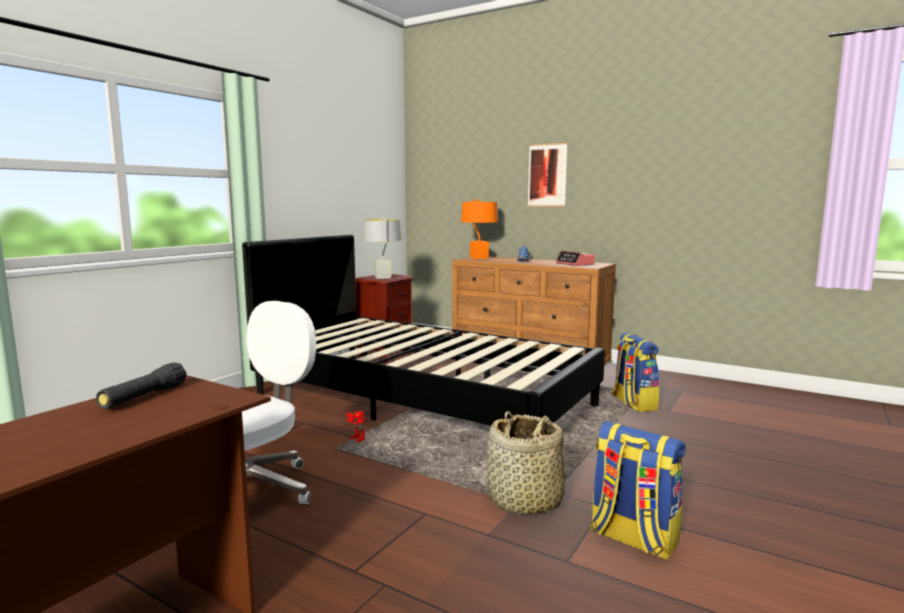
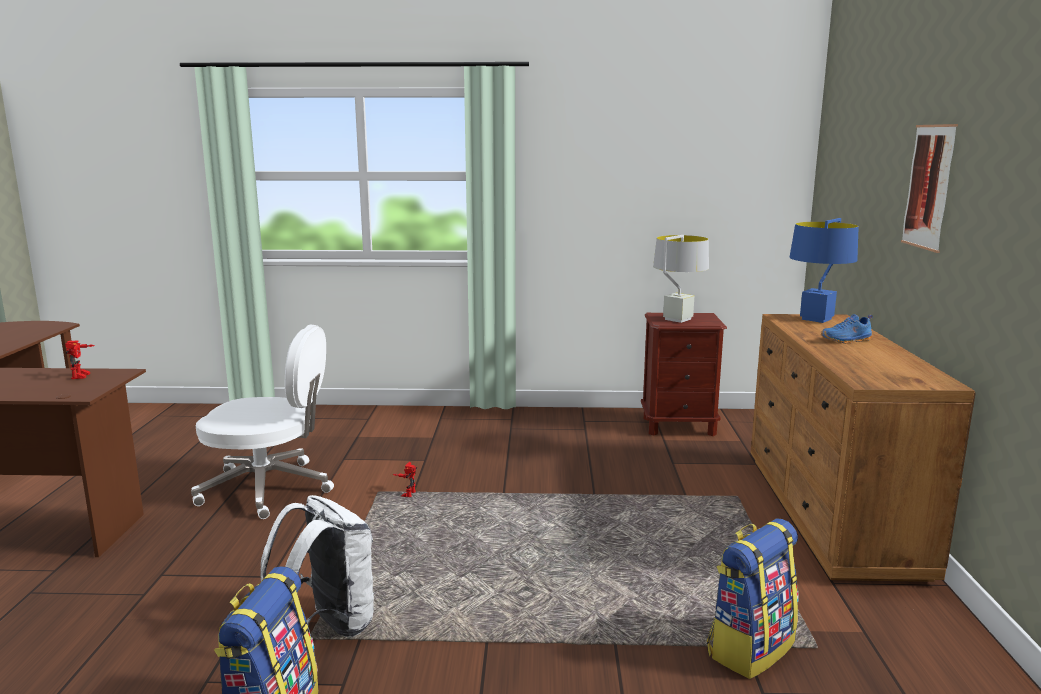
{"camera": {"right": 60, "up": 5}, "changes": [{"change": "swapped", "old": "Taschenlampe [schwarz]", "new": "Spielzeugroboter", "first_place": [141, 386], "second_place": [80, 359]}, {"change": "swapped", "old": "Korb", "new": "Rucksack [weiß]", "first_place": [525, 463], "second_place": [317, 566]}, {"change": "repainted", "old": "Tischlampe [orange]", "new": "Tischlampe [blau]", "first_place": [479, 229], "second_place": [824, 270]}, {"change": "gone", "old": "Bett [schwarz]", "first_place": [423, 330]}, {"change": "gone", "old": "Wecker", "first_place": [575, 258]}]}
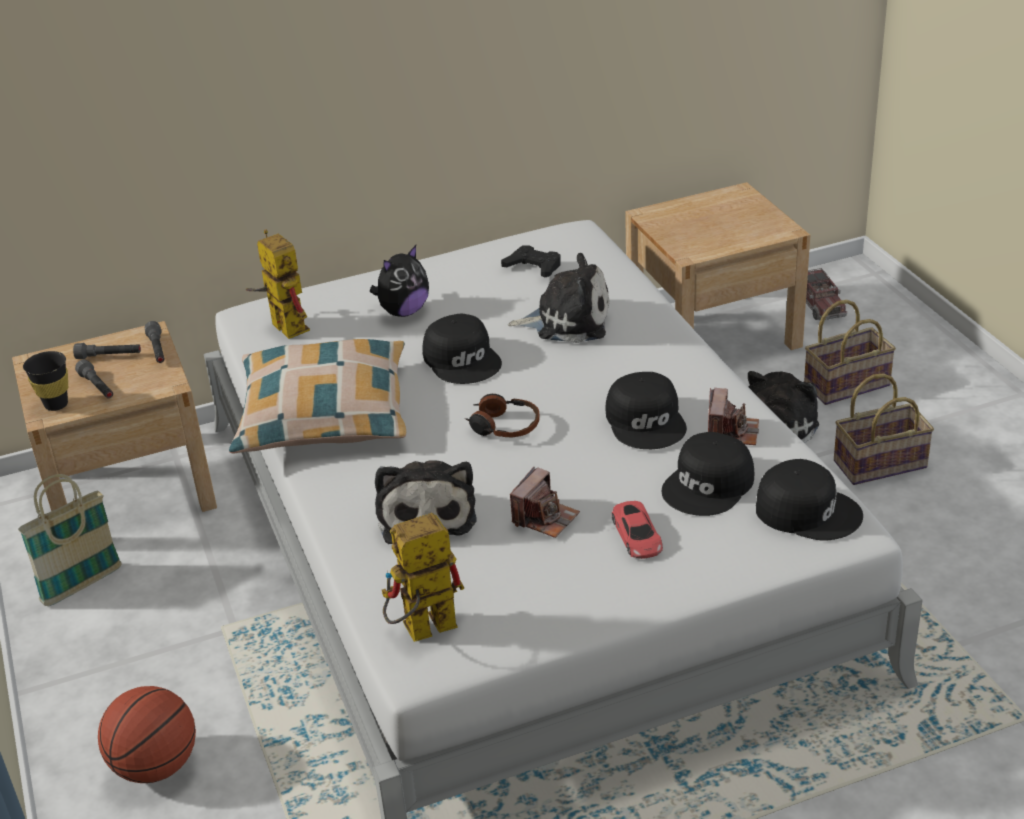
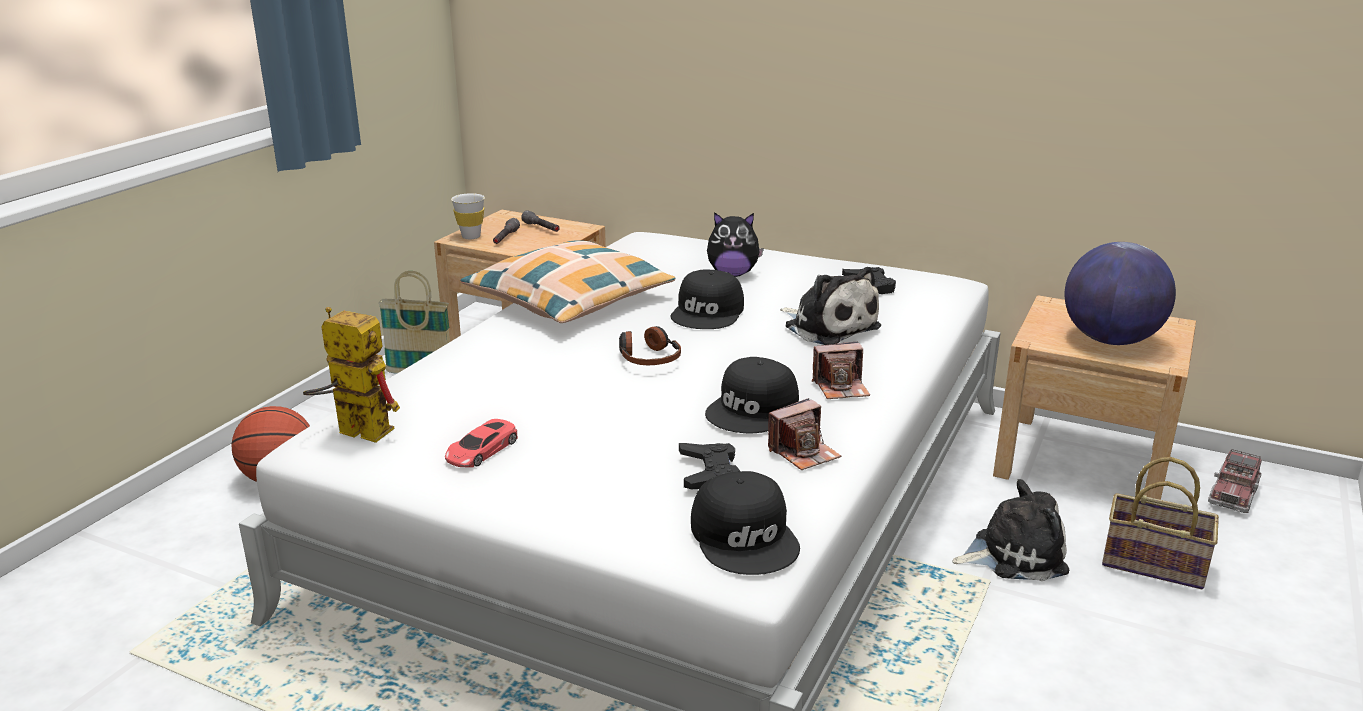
{"camera": {"right": 45, "up": -10}, "changes": [{"change": "shifted", "old": "Spielzeugauto [rot]", "first_place": [637, 530], "second_place": [481, 443]}, {"change": "repainted", "old": "Tasse [schwarz]", "new": "Tasse [weiß]", "first_place": [45, 381], "second_place": [468, 216]}, {"change": "swapped", "old": "Kappe [schwarz]", "new": "Gamepad [schwarz]", "first_place": [708, 474], "second_place": [709, 466]}, {"change": "shifted", "old": "Kamera", "first_place": [545, 502], "second_place": [841, 370]}, {"change": "new", "new": "Globus", "second_place": [1120, 293]}, {"change": "gone", "old": "Taschenlampe [grau]", "first_place": [155, 342]}, {"change": "gone", "old": "Spielzeugroboter", "first_place": [278, 284]}, {"change": "gone", "old": "Plüschtier", "first_place": [425, 502]}, {"change": "gone", "old": "Korb", "first_place": [884, 429]}]}
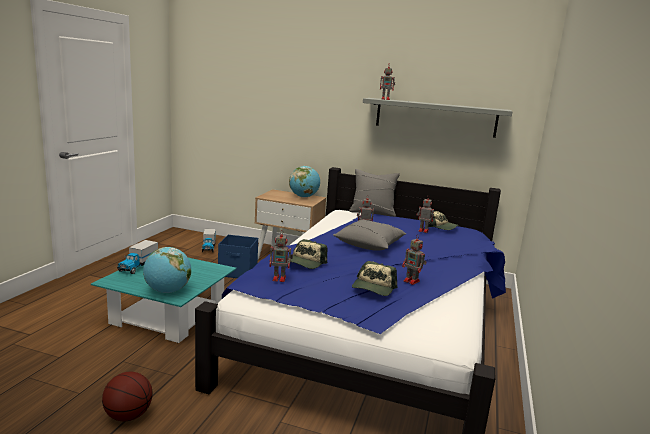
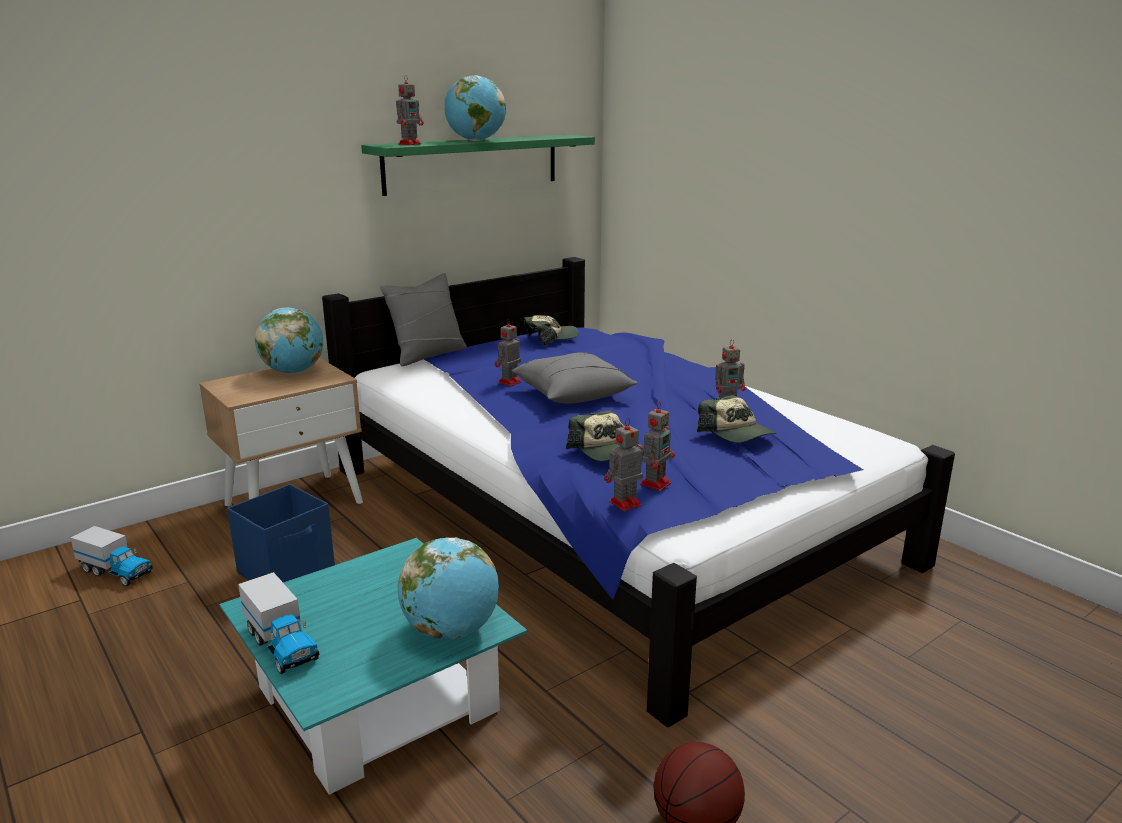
{"camera": {"right": -55, "up": 5}, "changes": [{"change": "repainted", "old": "Wandregal [grau]", "new": "Wandregal [grün]", "first_place": [438, 118], "second_place": [478, 165]}, {"change": "new", "new": "Globus", "second_place": [475, 108]}, {"change": "shifted", "old": "Spielzeugroboter", "first_place": [425, 214], "second_place": [623, 464]}]}
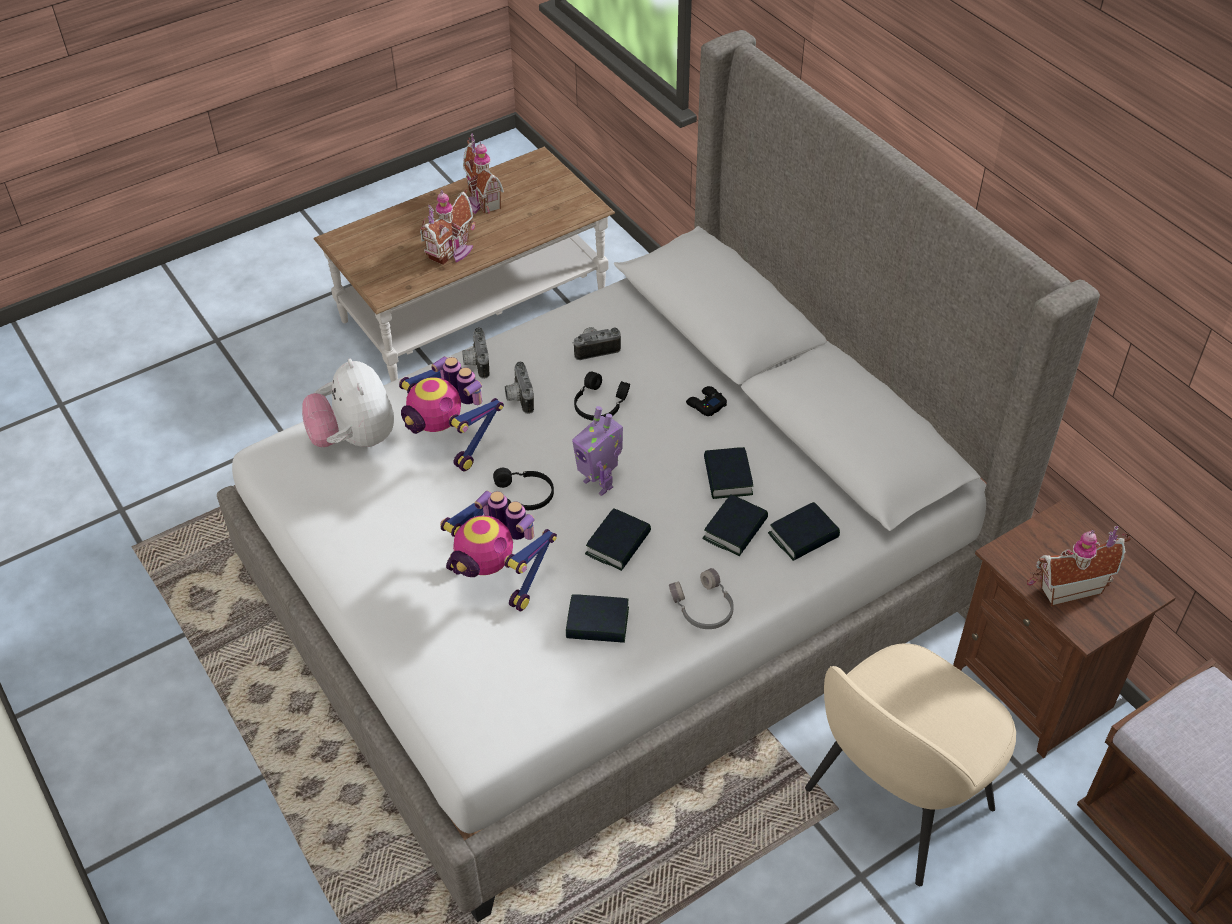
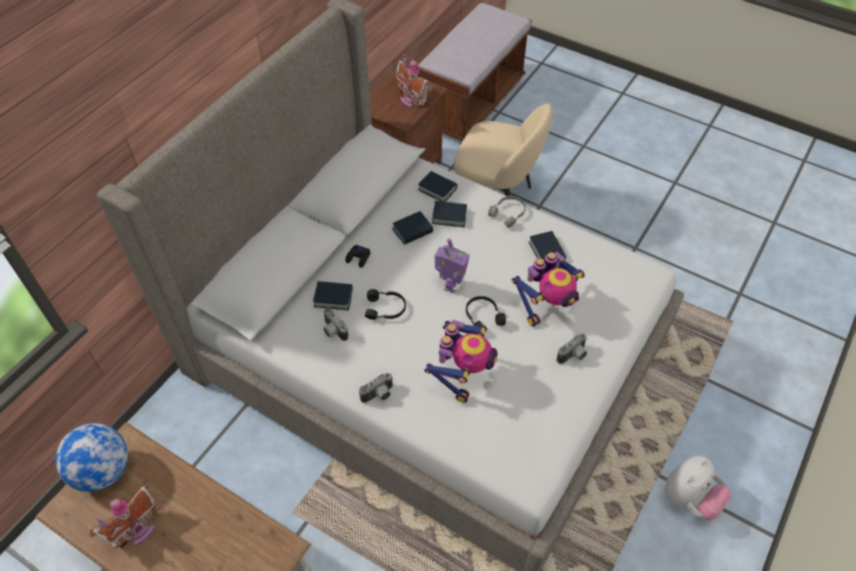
{"camera": {"right": -115, "up": 5}, "changes": [{"change": "new", "new": "Globus", "second_place": [91, 457]}, {"change": "shifted", "old": "Buch", "first_place": [618, 539], "second_place": [333, 295]}, {"change": "rotated", "old": "Spielzeugroboter", "first_place": [498, 551], "second_place": [548, 289], "degrees": 45}, {"change": "shifted", "old": "Kamera", "first_place": [519, 388], "second_place": [572, 349]}, {"change": "shifted", "old": "Plüschtier", "first_place": [348, 403], "second_place": [698, 488]}, {"change": "gone", "old": "Spielzeughaus", "first_place": [447, 227]}]}
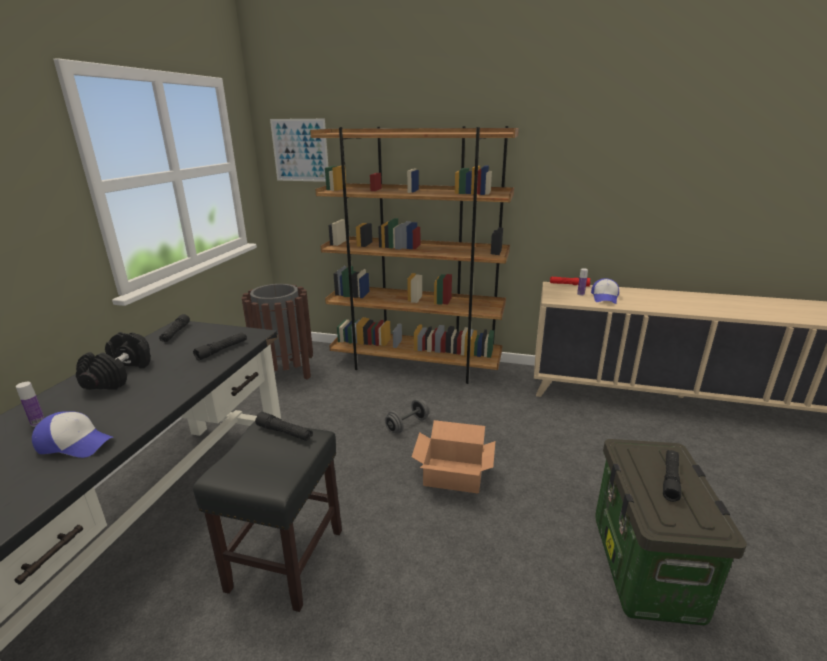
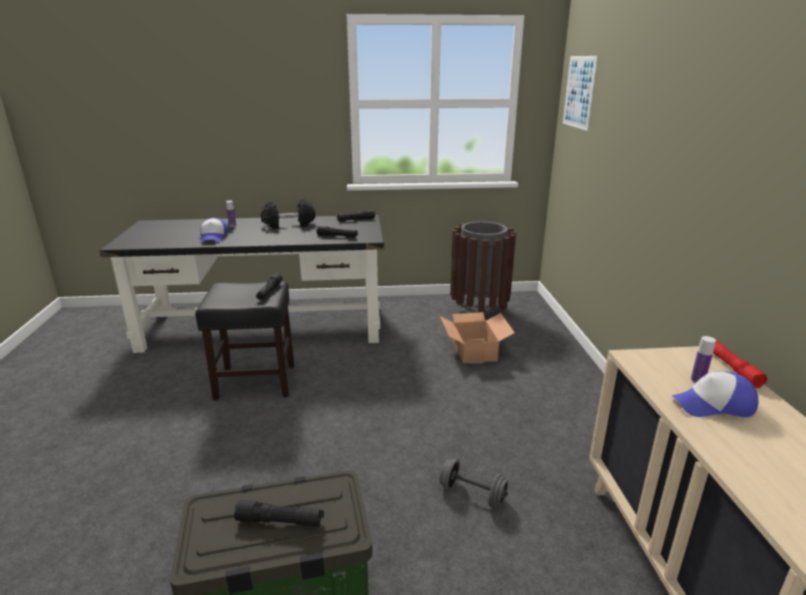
{"camera": {"right": 70, "up": 0}, "changes": [{"change": "shifted", "old": "Hantel [grau]", "first_place": [407, 416], "second_place": [473, 483]}, {"change": "shifted", "old": "Karton", "first_place": [453, 457], "second_place": [477, 337]}, {"change": "gone", "old": "Bücherregal [braun]", "first_place": [414, 255]}]}
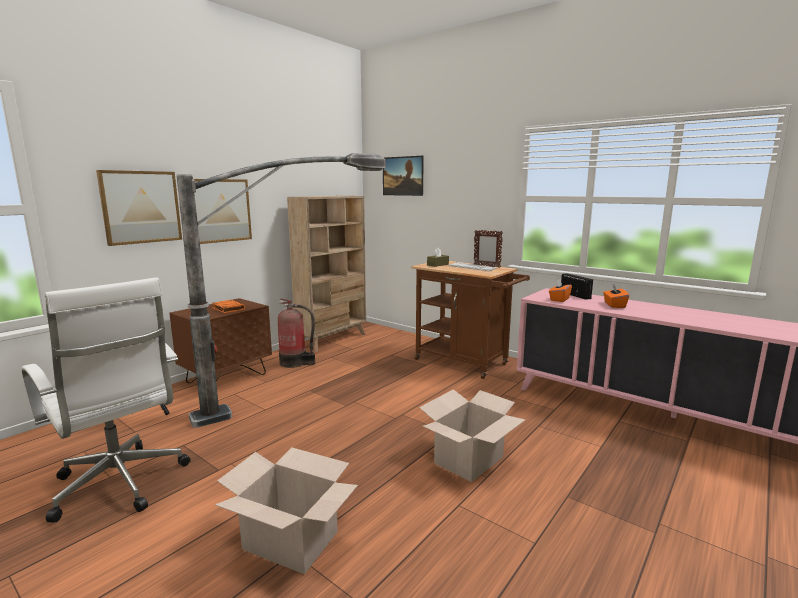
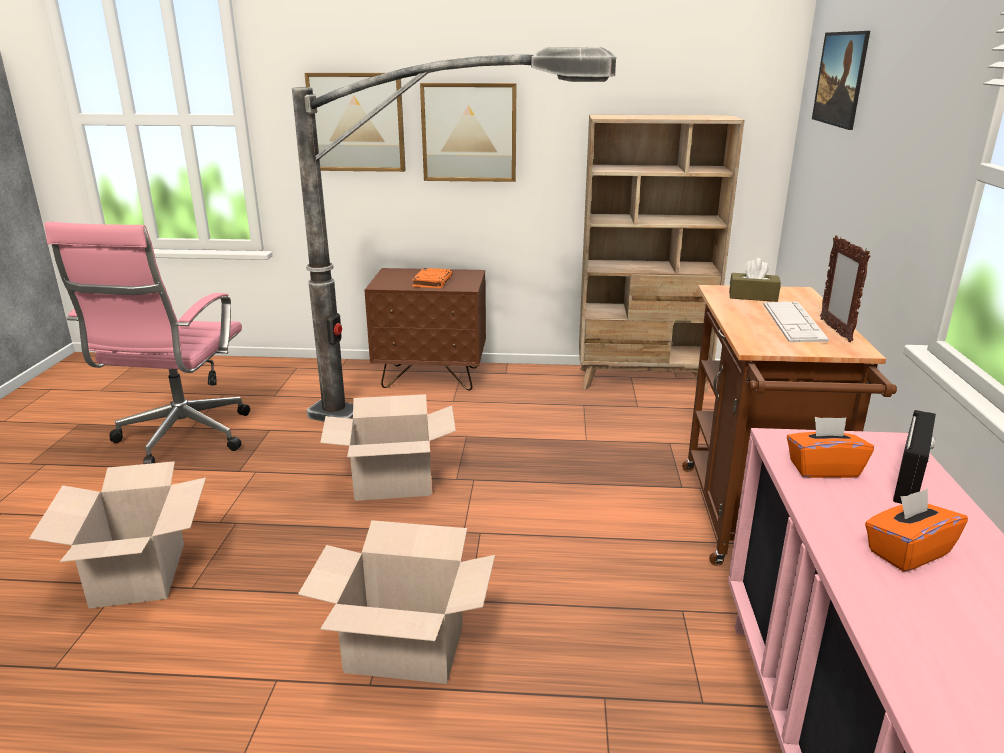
{"camera": {"right": 55, "up": 10}, "changes": [{"change": "repainted", "old": "Bürostuhl [weiß]", "new": "Bürostuhl [rosa]", "first_place": [105, 400], "second_place": [147, 343]}, {"change": "new", "new": "Karton", "second_place": [388, 447]}, {"change": "gone", "old": "Feuerlöscher", "first_place": [296, 333]}]}
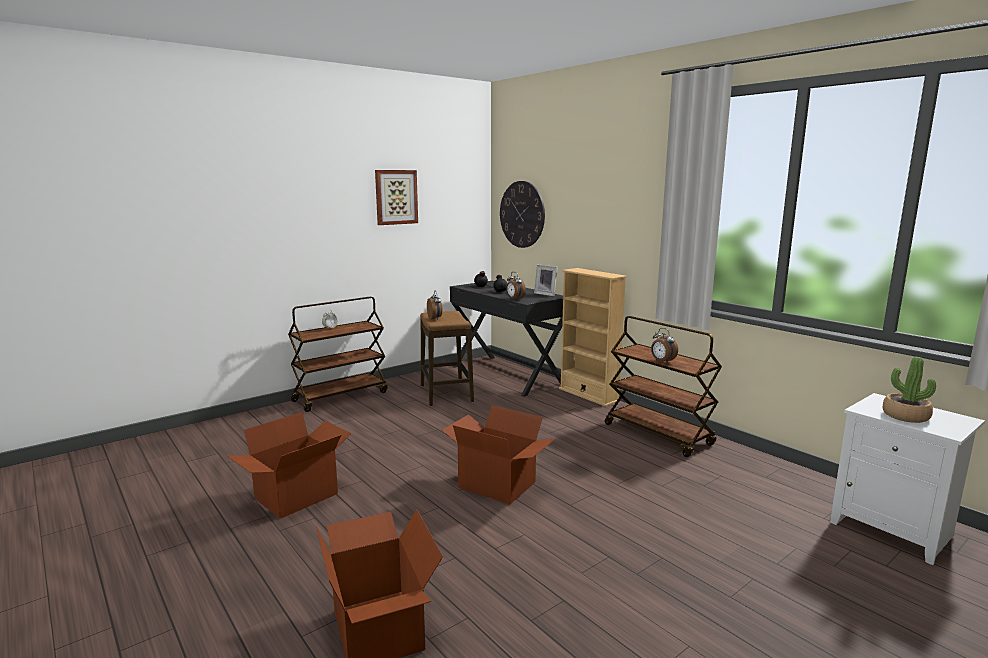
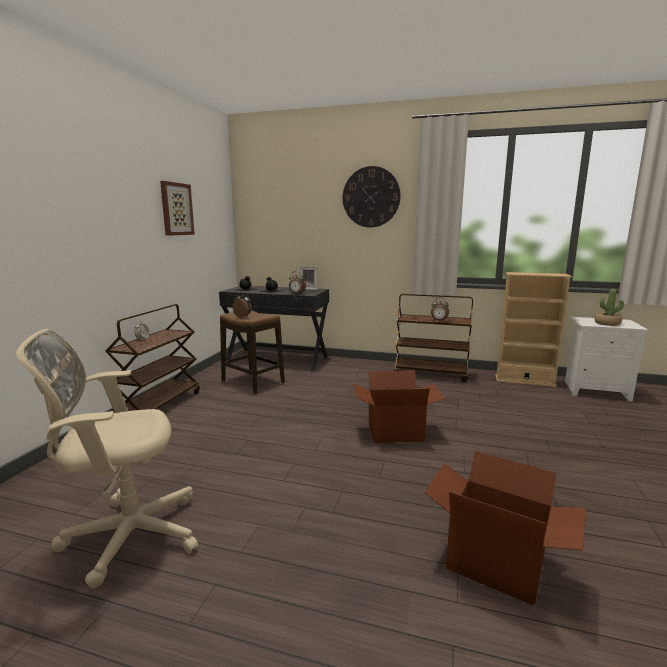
{"camera": {"right": -35, "up": 0}, "changes": [{"change": "new", "new": "Bürostuhl [beige]", "second_place": [107, 459]}, {"change": "shifted", "old": "Wanduhr", "first_place": [522, 214], "second_place": [372, 197]}, {"change": "shifted", "old": "Bücherregal [beige]", "first_place": [593, 337], "second_place": [533, 329]}, {"change": "gone", "old": "Karton", "first_place": [289, 465]}]}
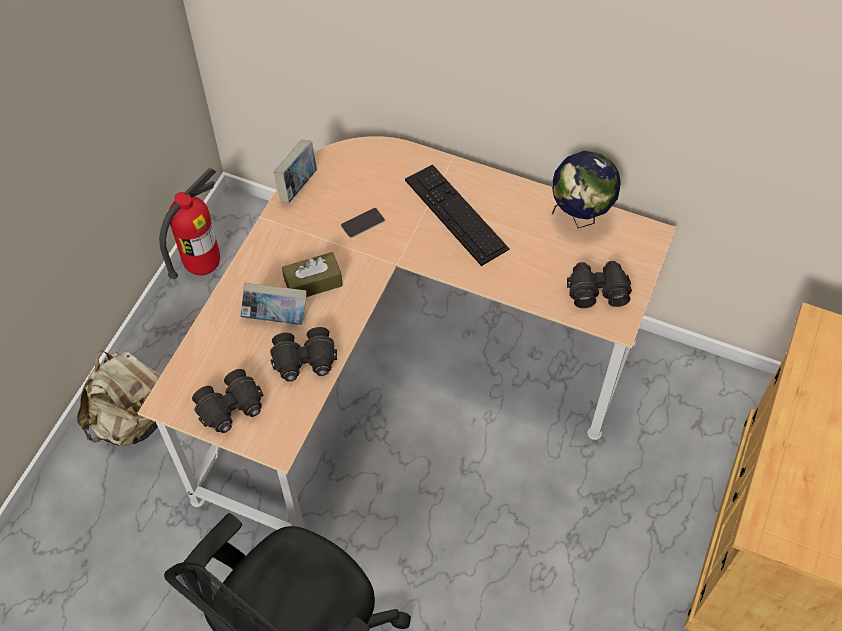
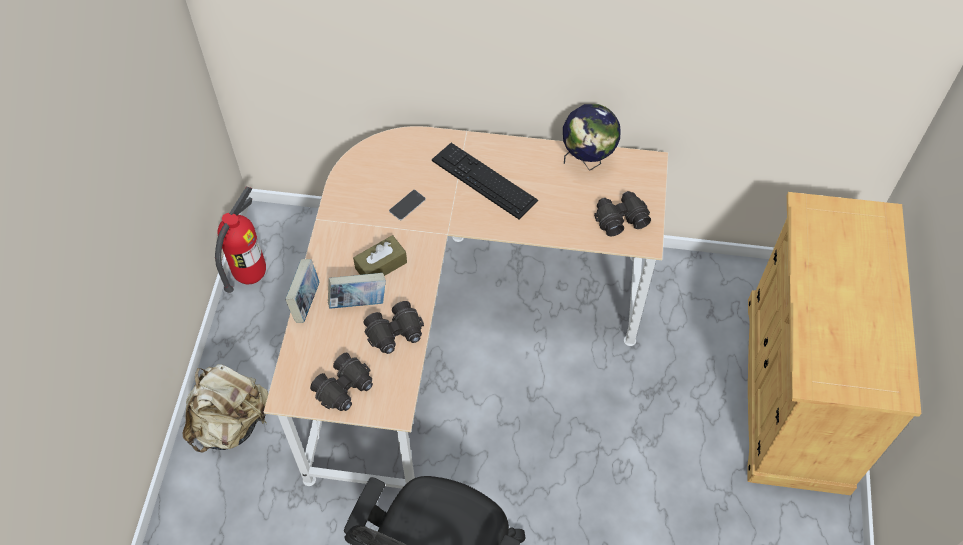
{"camera": {"right": -15, "up": 0}, "changes": [{"change": "shifted", "old": "Buch", "first_place": [295, 171], "second_place": [302, 291]}]}
